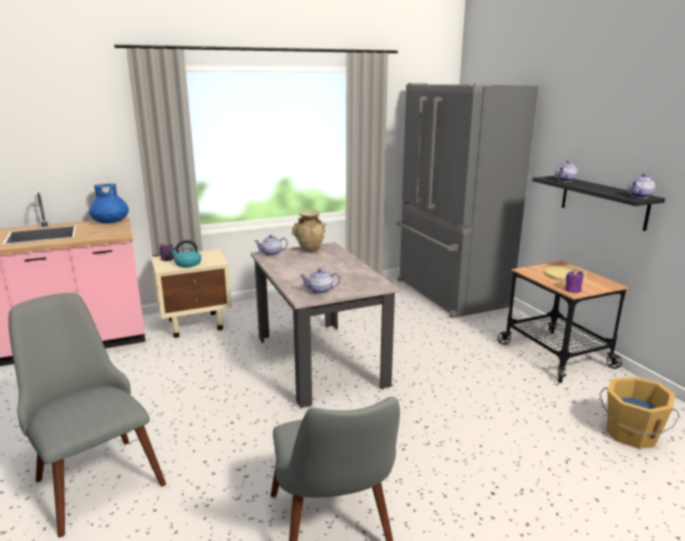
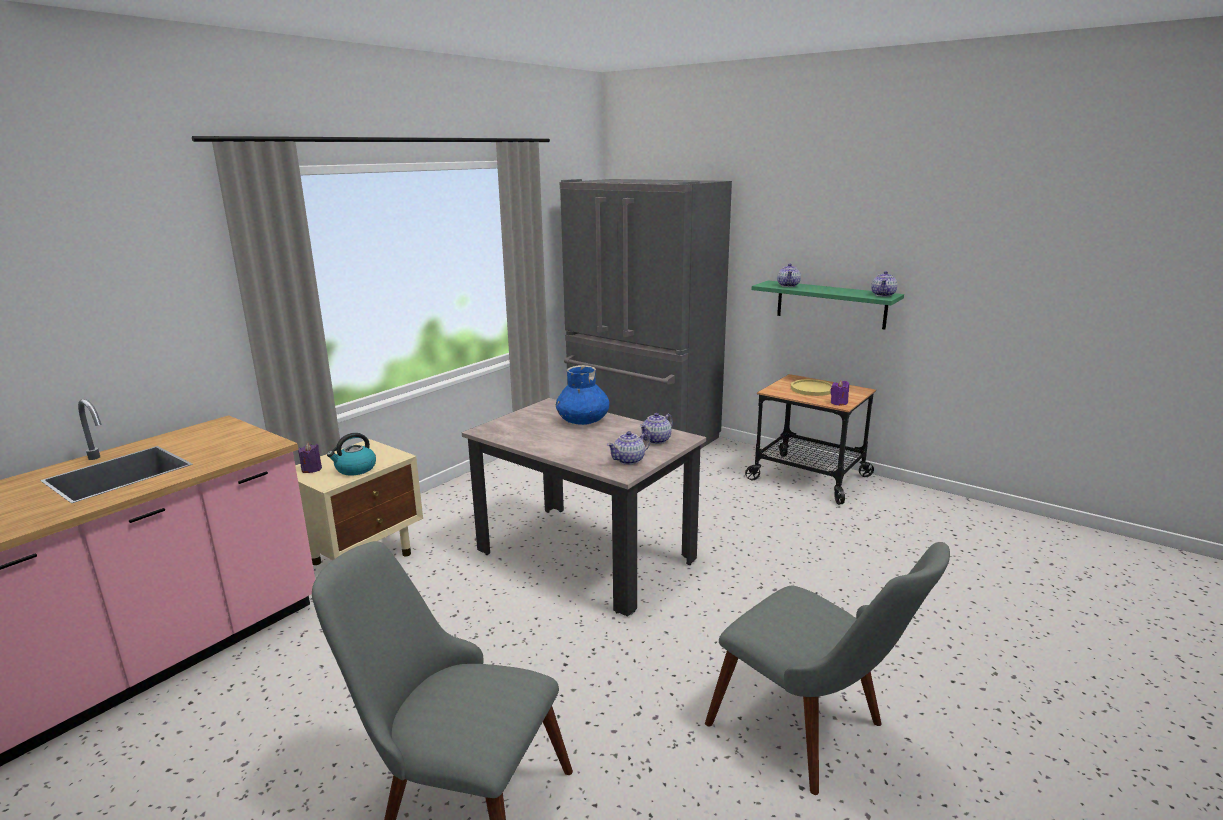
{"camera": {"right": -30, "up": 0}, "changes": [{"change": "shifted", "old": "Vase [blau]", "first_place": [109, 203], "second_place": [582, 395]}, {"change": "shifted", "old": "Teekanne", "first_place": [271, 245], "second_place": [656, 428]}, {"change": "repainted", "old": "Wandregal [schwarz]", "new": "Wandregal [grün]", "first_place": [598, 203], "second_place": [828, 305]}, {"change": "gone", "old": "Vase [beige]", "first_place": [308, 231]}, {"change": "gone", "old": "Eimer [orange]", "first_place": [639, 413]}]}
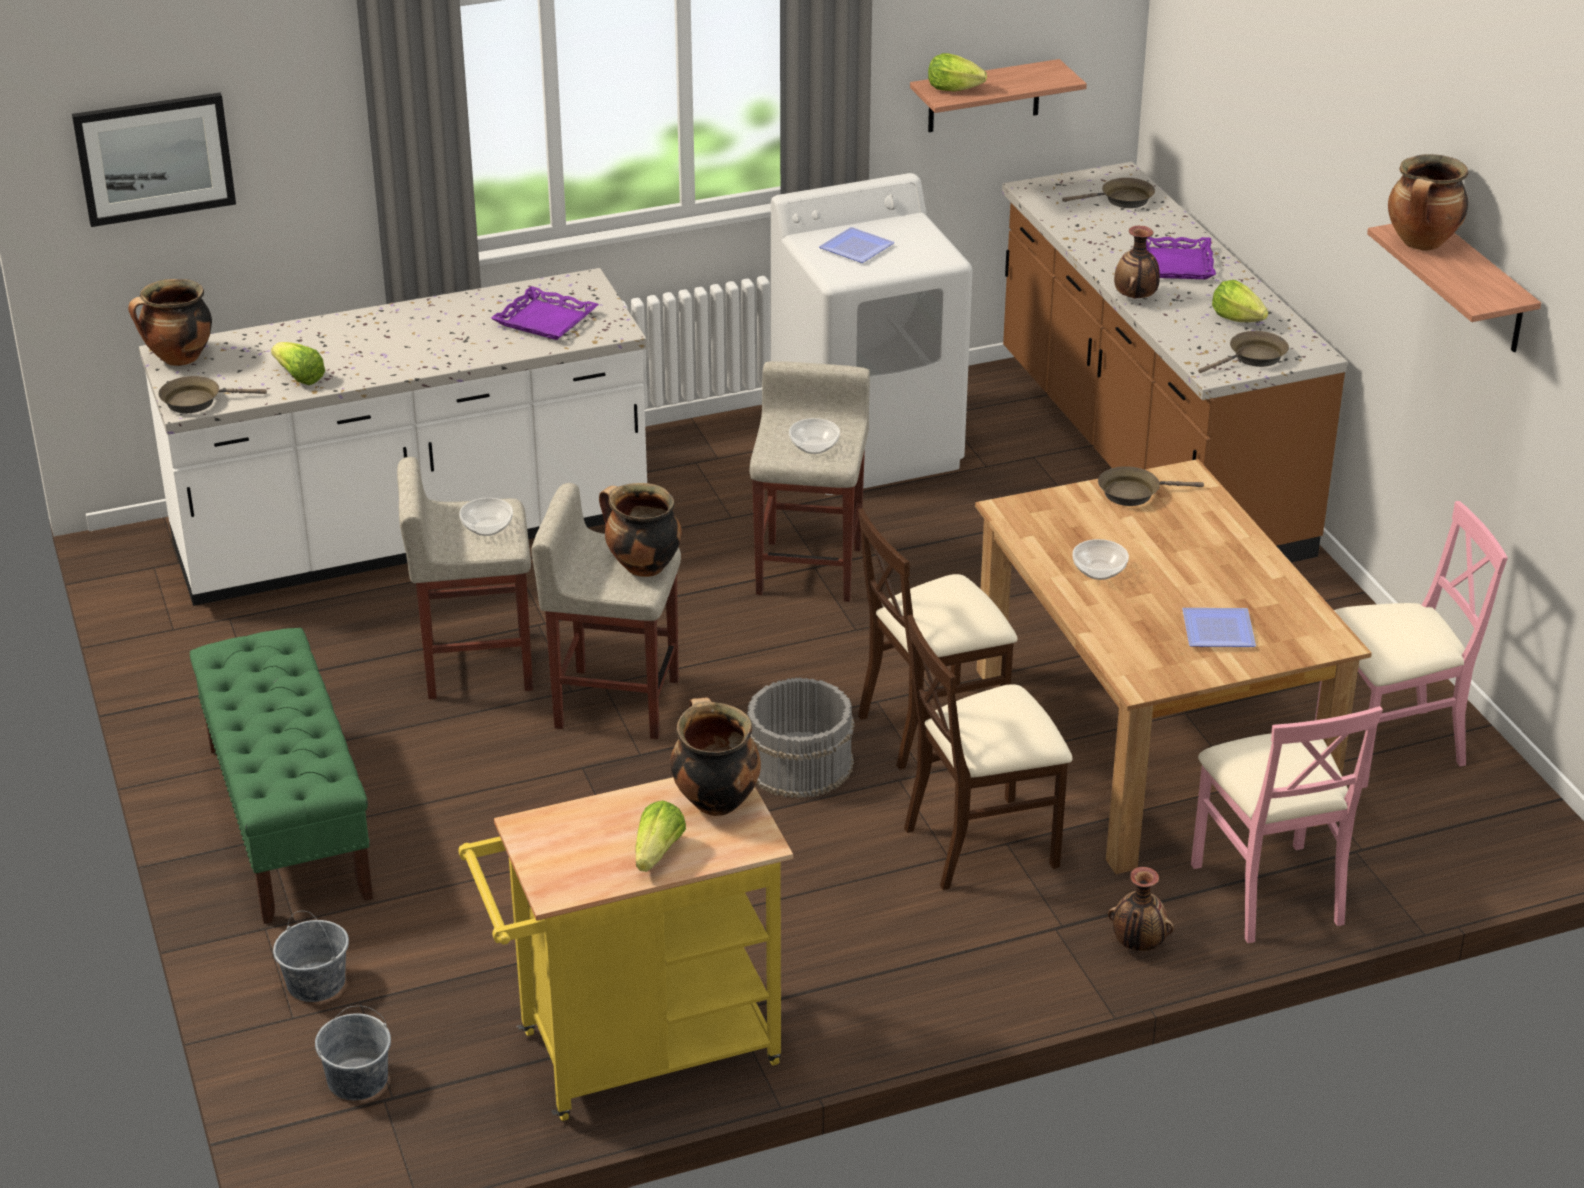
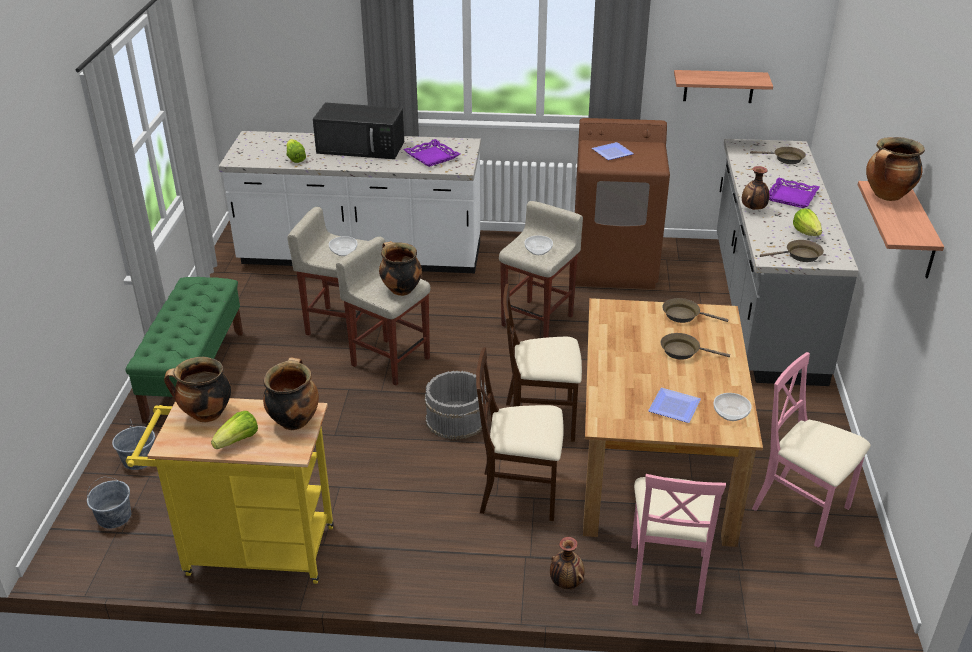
{"camera": {"right": 25, "up": 0}, "changes": [{"change": "shifted", "old": "Kochtopf", "first_place": [170, 322], "second_place": [197, 389]}, {"change": "new", "new": "Mikrowelle [schwarz]", "second_place": [358, 130]}, {"change": "repainted", "old": "Waschmaschine [weiß]", "new": "Waschmaschine [braun]", "first_place": [872, 334], "second_place": [622, 203]}, {"change": "shifted", "old": "Pfanne [braun]", "first_place": [212, 394], "second_place": [695, 346]}, {"change": "shifted", "old": "Schüssel", "first_place": [1101, 559], "second_place": [733, 407]}, {"change": "repainted", "old": "Küchenzeile [braun]", "new": "Küchenzeile [grau]", "first_place": [1174, 362], "second_place": [788, 262]}, {"change": "rotated", "old": "Stuhl [rosa]", "first_place": [1411, 644], "second_place": [811, 450], "degrees": -150}, {"change": "gone", "old": "Bild", "first_place": [154, 159]}, {"change": "gone", "old": "Salatkopf", "first_place": [957, 72]}]}
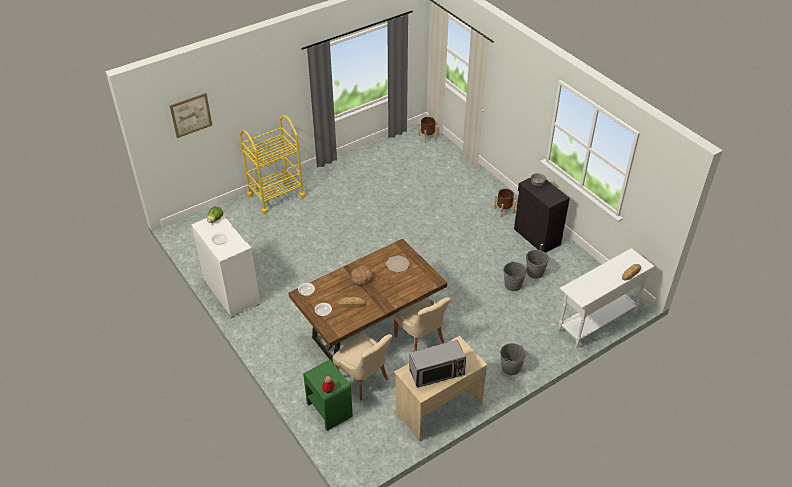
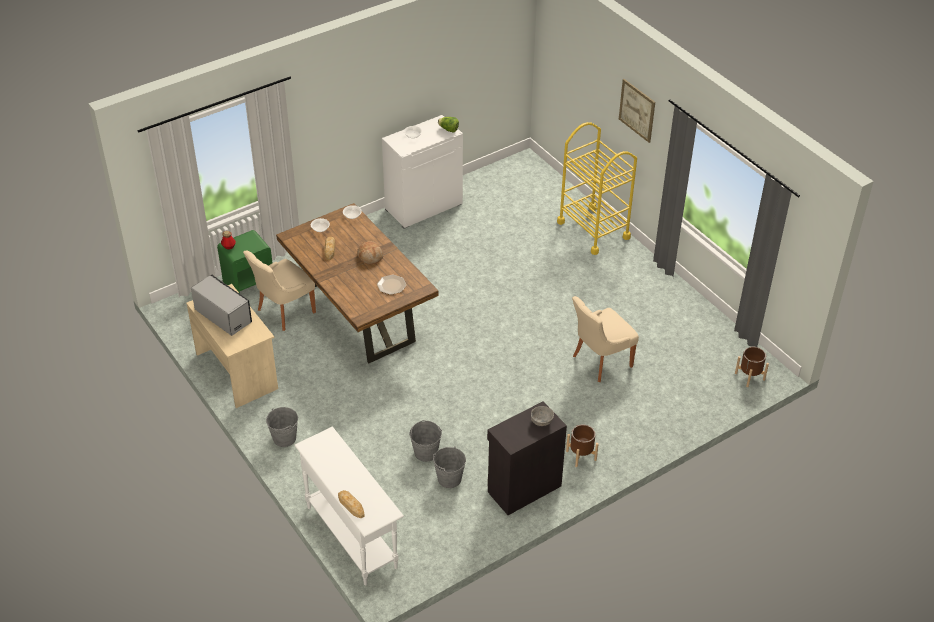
{"camera": {"right": 90, "up": 0}, "changes": [{"change": "rotated", "old": "Mikrowelle", "first_place": [437, 364], "second_place": [221, 305], "degrees": 150}, {"change": "shifted", "old": "Stuhl [beige]", "first_place": [422, 324], "second_place": [605, 339]}, {"change": "shifted", "old": "Bild", "first_place": [190, 115], "second_place": [637, 111]}]}
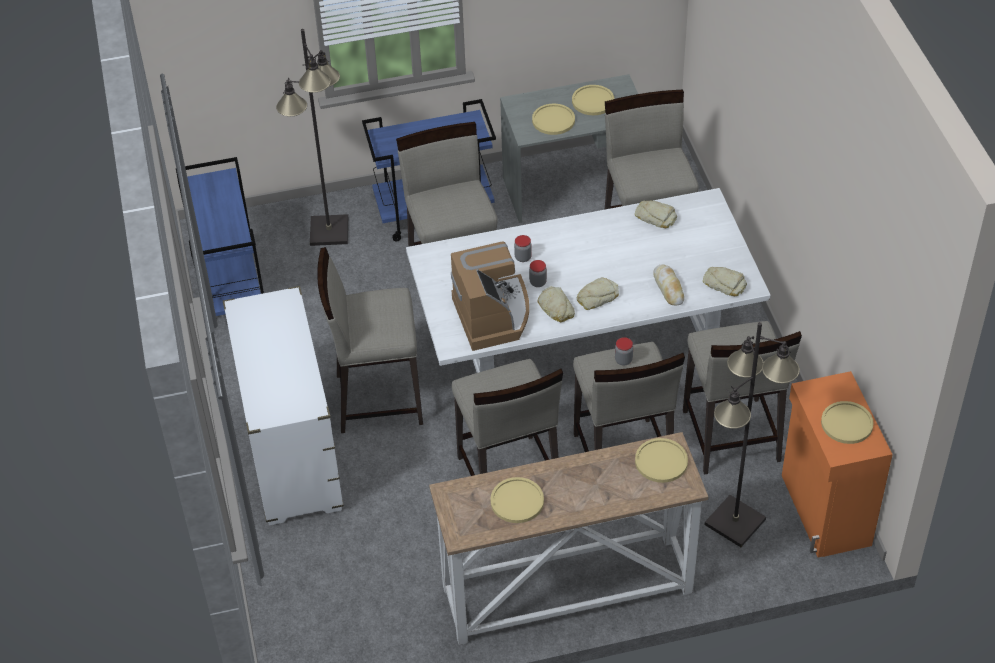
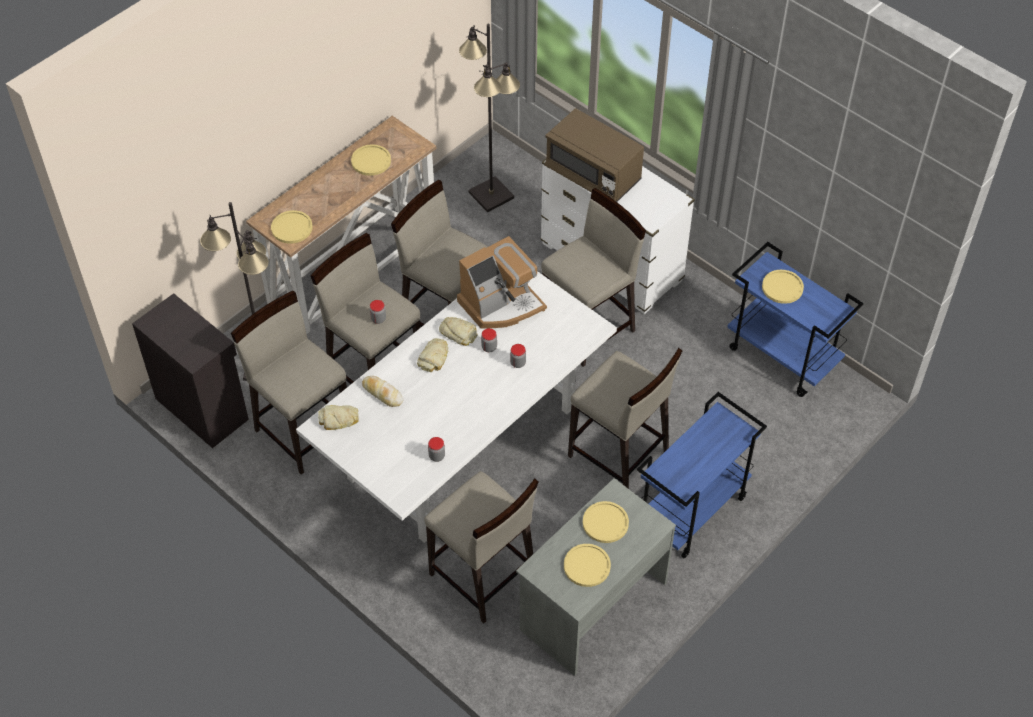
{"camera": {"right": 145, "up": 5}, "changes": [{"change": "repainted", "old": "Schrank [orange]", "new": "Schrank [schwarz]", "first_place": [837, 464], "second_place": [190, 370]}, {"change": "swapped", "old": "Brot", "new": "Vorratsglas", "first_place": [656, 214], "second_place": [436, 449]}, {"change": "rotated", "old": "Kaffeemaschine", "first_place": [490, 296], "second_place": [502, 282], "degrees": -75}, {"change": "shifted", "old": "Stehlampe [schwarz]", "first_place": [312, 137], "second_place": [489, 118]}, {"change": "new", "new": "Mikrowelle [braun]", "second_place": [594, 155]}, {"change": "shifted", "old": "Teller [gelb]", "first_place": [847, 422], "second_place": [783, 287]}]}
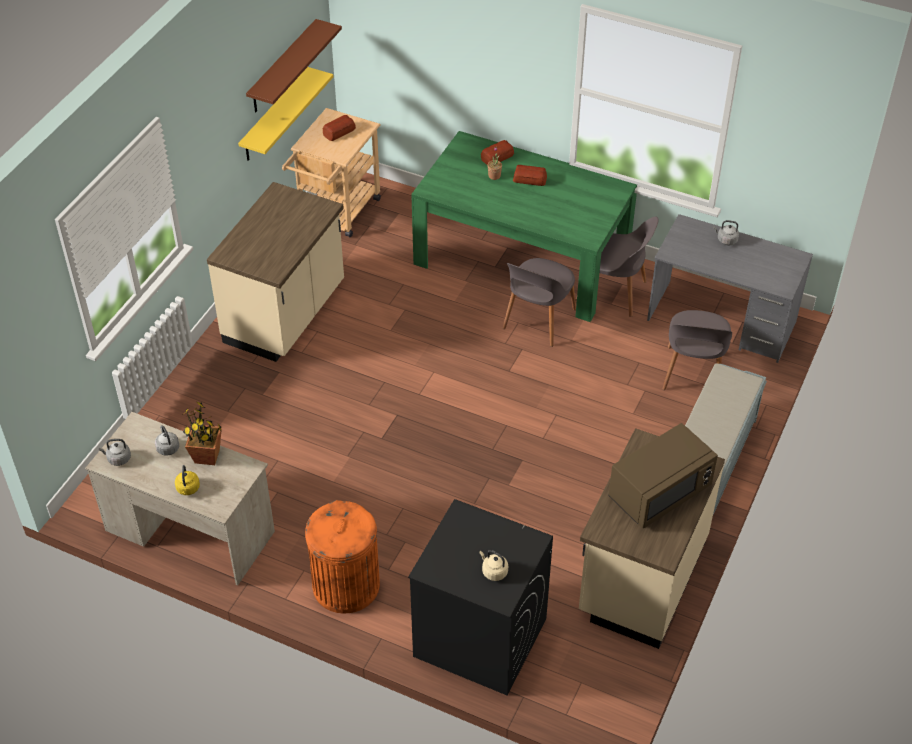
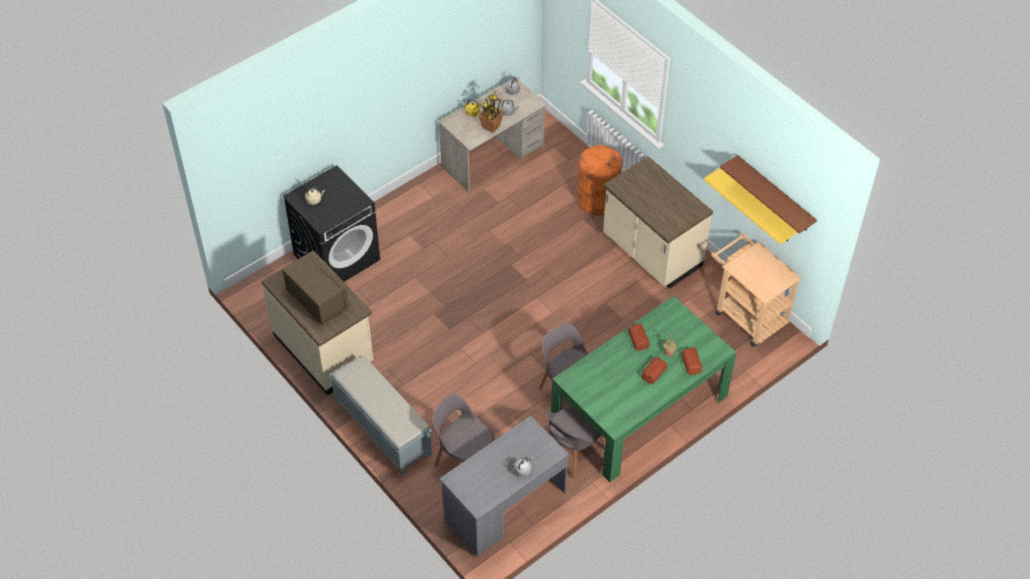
{"camera": {"right": 115, "up": 5}, "changes": [{"change": "rotated", "old": "Mikrowelle [braun]", "first_place": [663, 475], "second_place": [315, 288], "degrees": 150}, {"change": "shifted", "old": "Mülleimer [orange]", "first_place": [342, 557], "second_place": [600, 180]}, {"change": "shifted", "old": "Brot", "first_place": [339, 128], "second_place": [638, 337]}]}
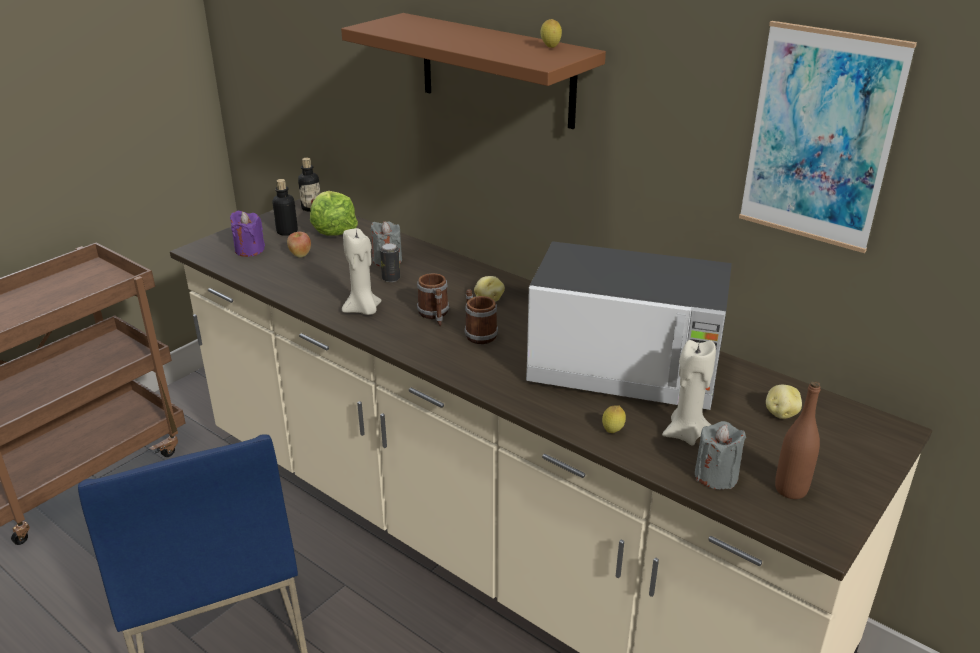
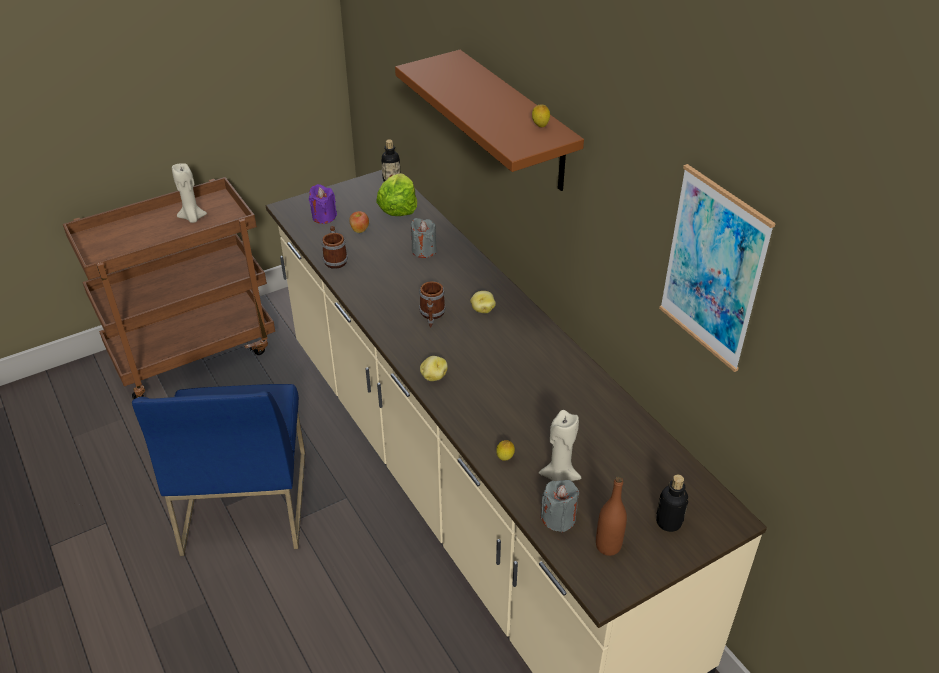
{"camera": {"right": 20, "up": 10}, "changes": [{"change": "shifted", "old": "Kerze [beige]", "first_place": [362, 271], "second_place": [189, 193]}, {"change": "shifted", "old": "Henkelbecher", "first_place": [481, 316], "second_place": [335, 247]}, {"change": "shifted", "old": "Kartoffel", "first_place": [784, 402], "second_place": [434, 368]}, {"change": "shifted", "old": "Flasche", "first_place": [285, 207], "second_place": [672, 503]}, {"change": "gone", "old": "Dose", "first_place": [390, 262]}, {"change": "gone", "old": "Mikrowelle", "first_place": [629, 325]}]}
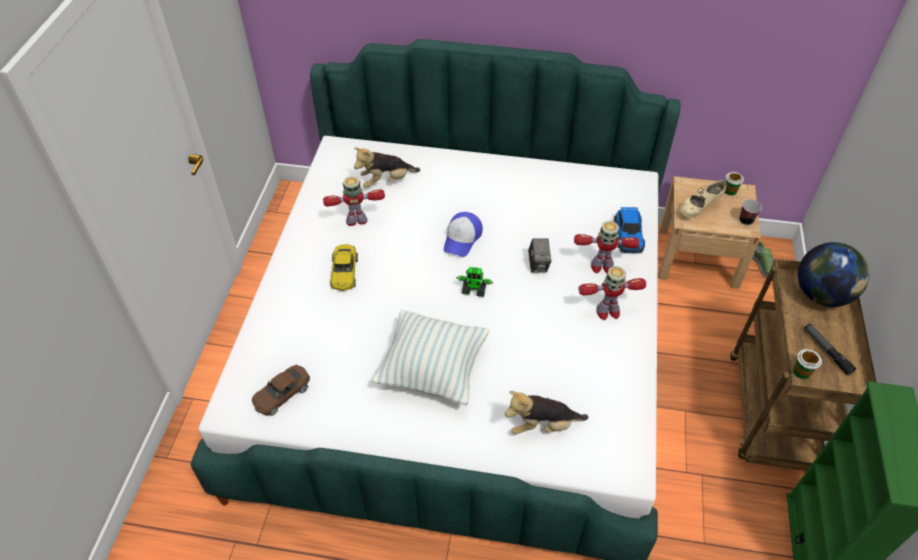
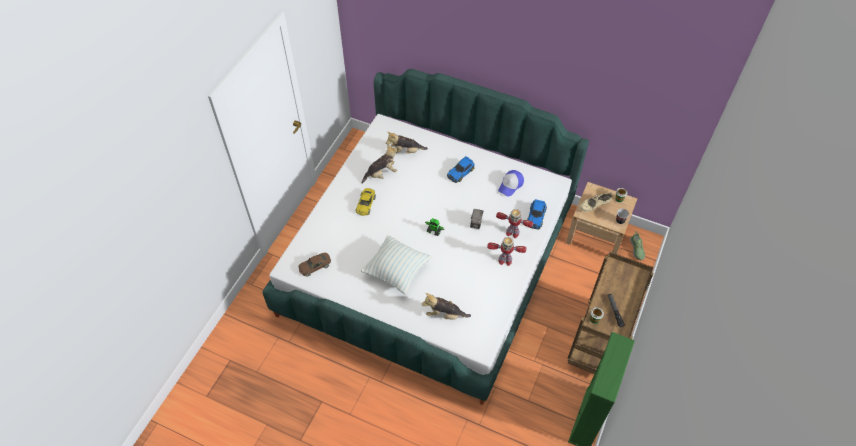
{"camera": {"right": 15, "up": 5}, "changes": [{"change": "swapped", "old": "Spielzeugroboter", "new": "Plüschtier", "first_place": [354, 201], "second_place": [379, 164]}, {"change": "new", "new": "Spielzeugauto", "second_place": [461, 169]}, {"change": "shifted", "old": "Kappe", "first_place": [463, 234], "second_place": [511, 183]}, {"change": "gone", "old": "Globus", "first_place": [833, 274]}]}
